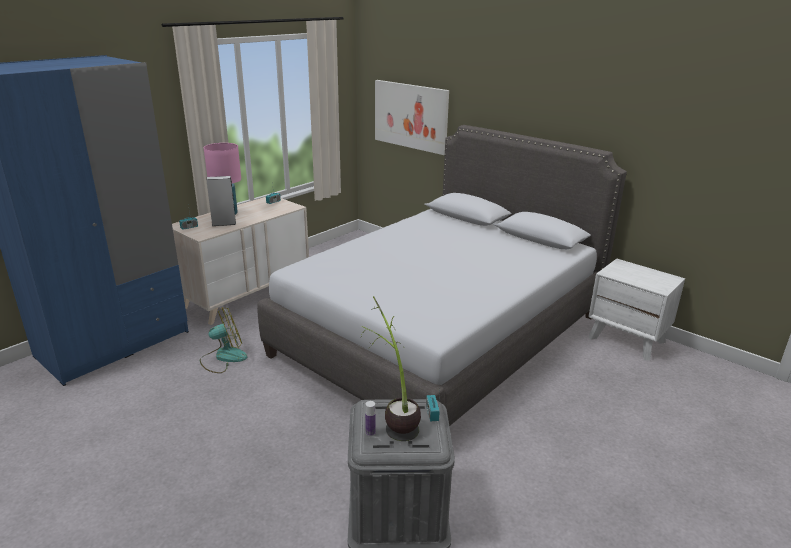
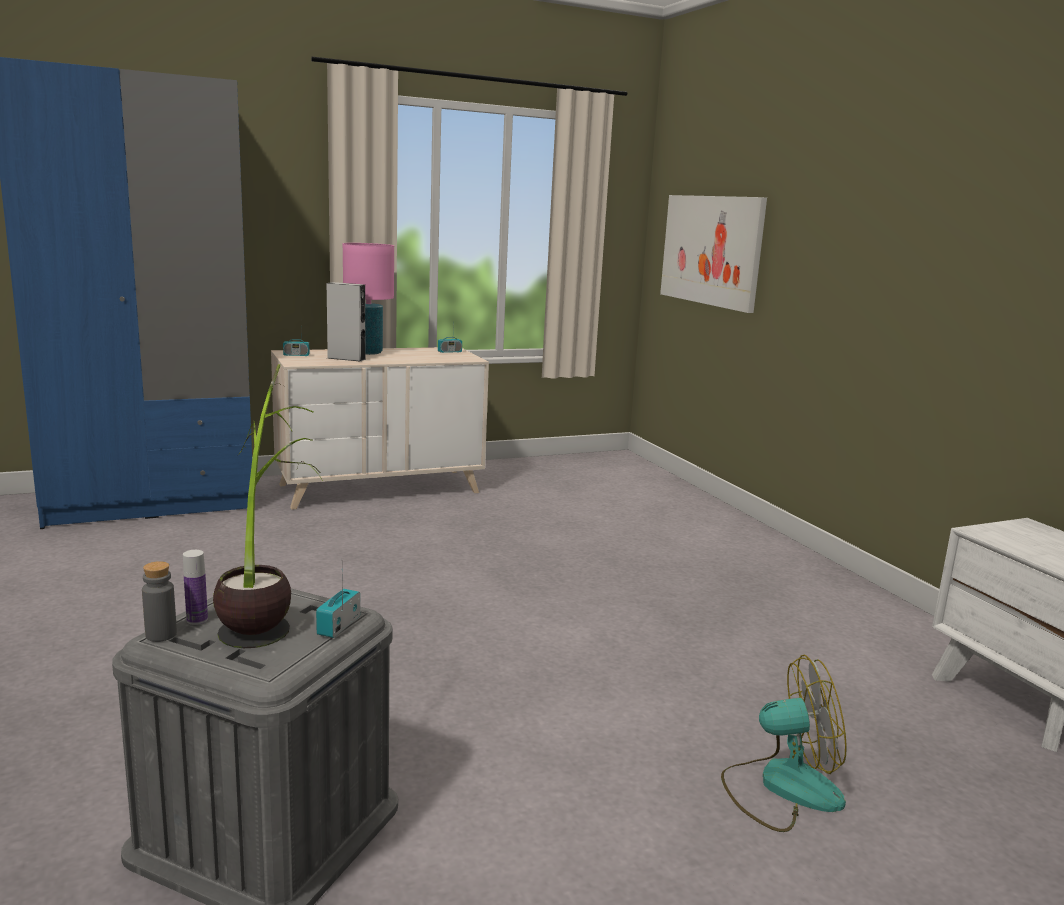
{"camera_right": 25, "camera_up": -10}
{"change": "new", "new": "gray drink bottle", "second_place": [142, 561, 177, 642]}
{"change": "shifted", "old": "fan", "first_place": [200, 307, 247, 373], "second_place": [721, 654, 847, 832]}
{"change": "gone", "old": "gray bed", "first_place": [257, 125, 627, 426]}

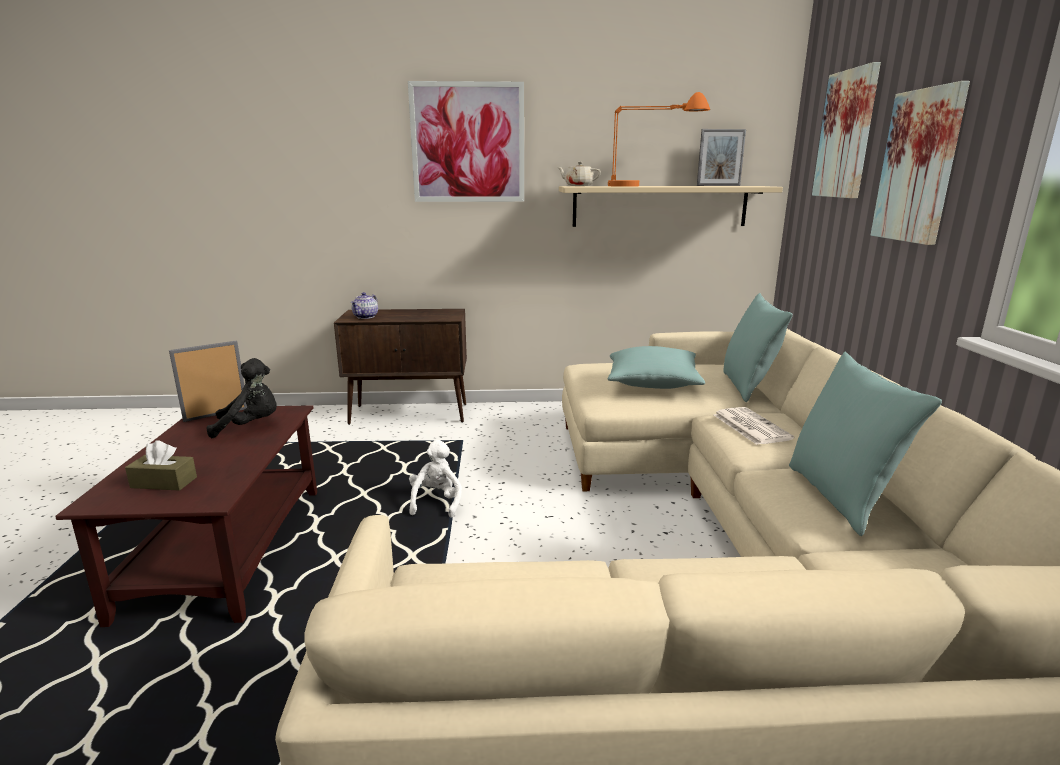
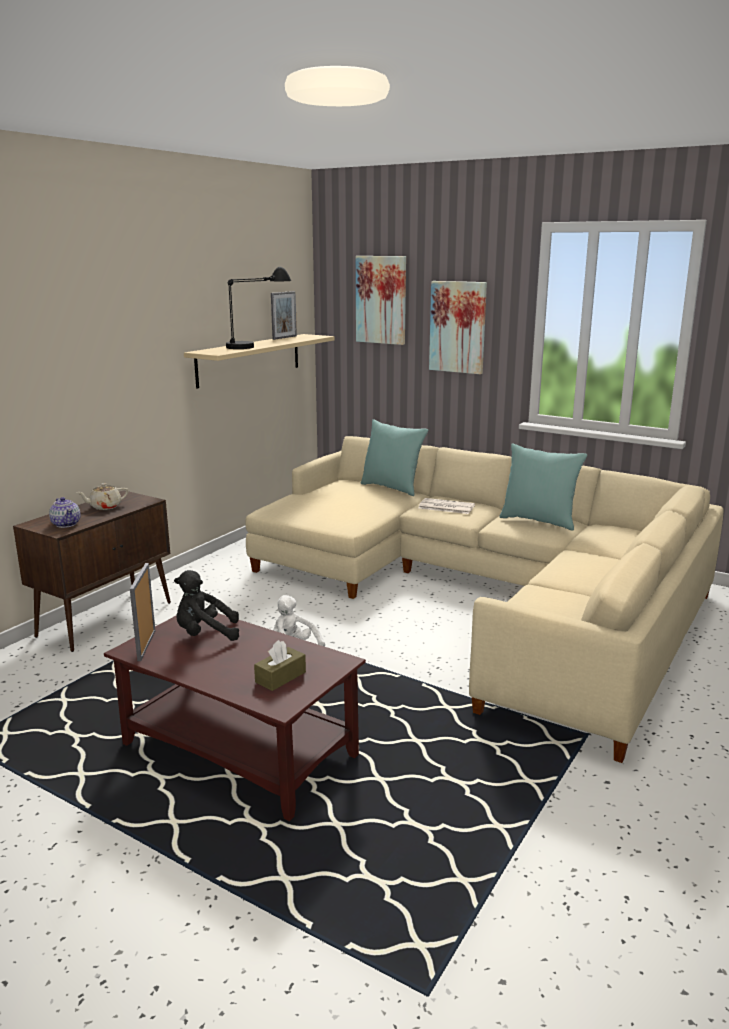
{"camera_right": -55, "camera_up": 0}
{"change": "shifted", "old": "sand-coloured pot for tea", "first_place": [557, 162, 601, 186], "second_place": [76, 483, 128, 510]}
{"change": "rotated", "old": "black-coloured soft toy", "first_place": [206, 358, 277, 438], "second_place": [174, 570, 239, 641], "degrees": -120}
{"change": "repainted", "old": "orange tabletop lamp", "new": "black-coloured tabletop lamp", "first_place": [608, 92, 710, 187], "second_place": [226, 267, 291, 349]}
{"change": "gone", "old": "picture", "first_place": [408, 81, 524, 202]}
{"change": "gone", "old": "turquoise-coloured cushion", "first_place": [608, 346, 705, 389]}

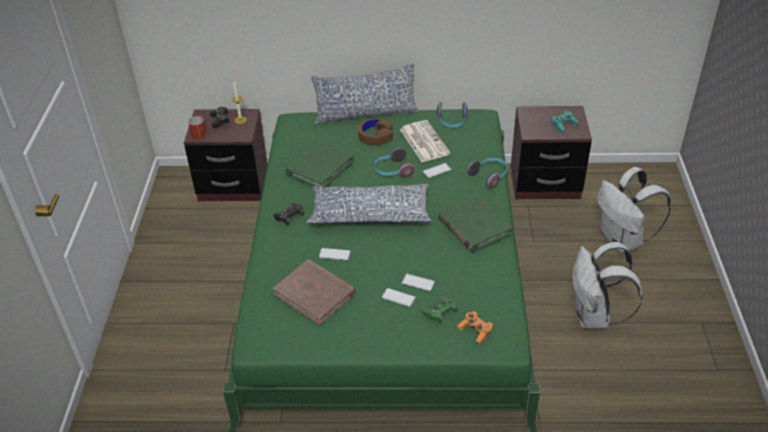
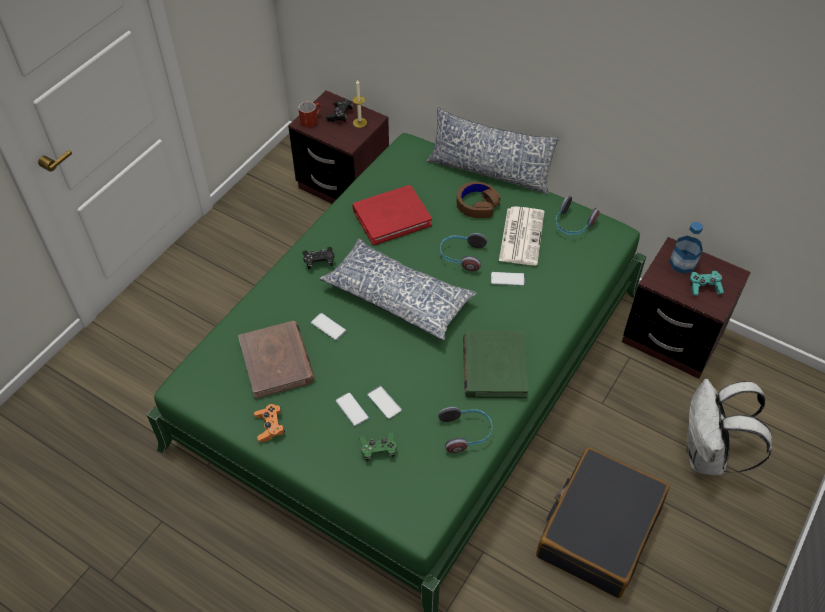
{"camera_right": 30, "camera_up": 10}
{"change": "shifted", "old": "orange gamepad", "first_place": [457, 311, 494, 344], "second_place": [254, 404, 285, 442]}
{"change": "repainted", "old": "greenish book", "new": "red-coloured book", "first_place": [285, 141, 354, 187], "second_place": [352, 185, 432, 246]}
{"change": "shifted", "old": "headset", "first_place": [467, 158, 508, 188], "second_place": [438, 407, 492, 453]}
{"change": "swapped", "old": "white knapsack", "new": "black-coloured travel case", "first_place": [572, 242, 643, 329], "second_place": [536, 447, 670, 598]}
{"change": "new", "new": "drink bottle", "second_place": [669, 222, 703, 274]}

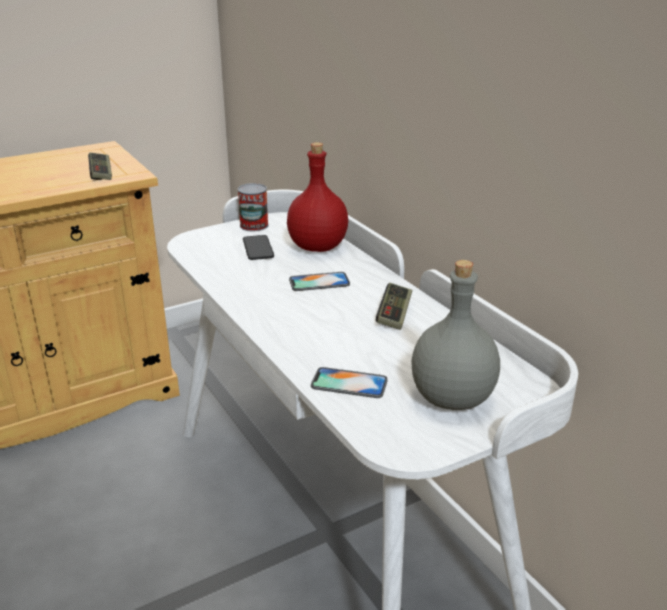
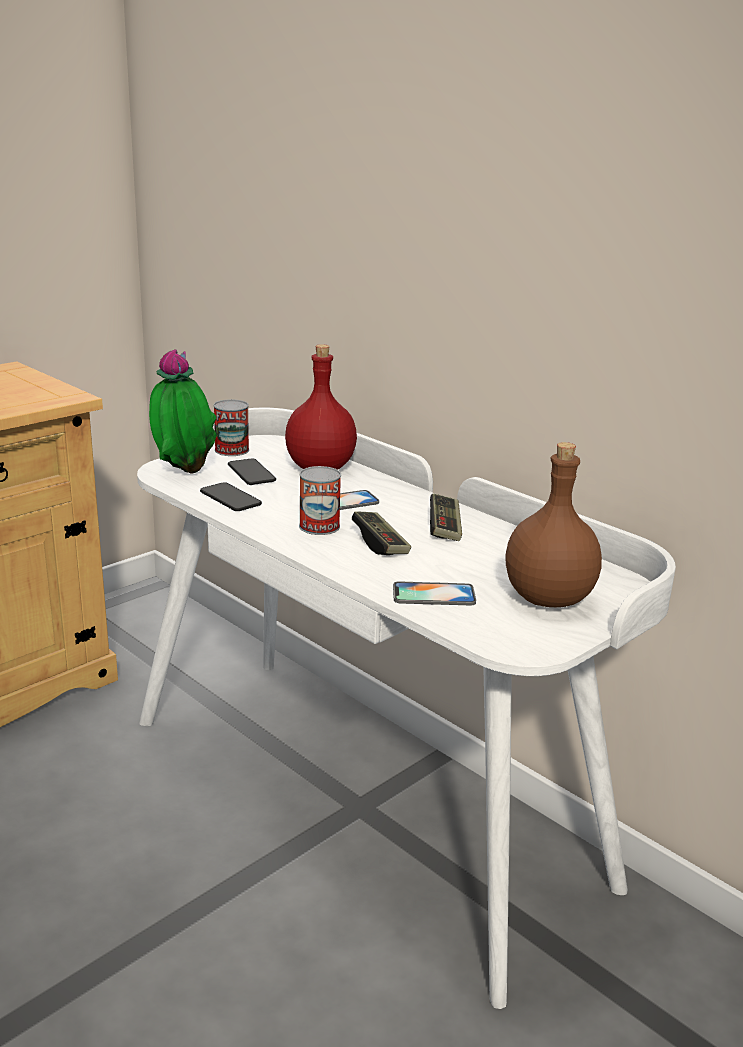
{"camera_right": -15, "camera_up": -5}
{"change": "new", "new": "plant in a pot", "second_place": [149, 349, 217, 474]}
{"change": "new", "new": "handset", "second_place": [200, 482, 262, 511]}
{"change": "new", "new": "can", "second_place": [299, 466, 341, 535]}
{"change": "shifted", "old": "gamepad", "first_place": [88, 153, 112, 180], "second_place": [352, 511, 411, 555]}
{"change": "repainted", "old": "gray drink bottle", "new": "brown drink bottle", "first_place": [411, 260, 500, 410], "second_place": [506, 442, 602, 607]}

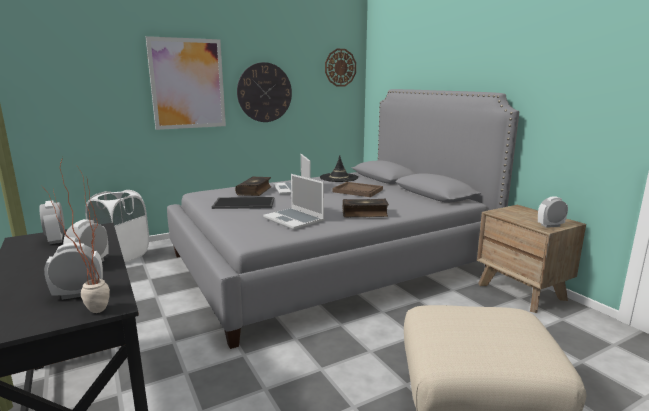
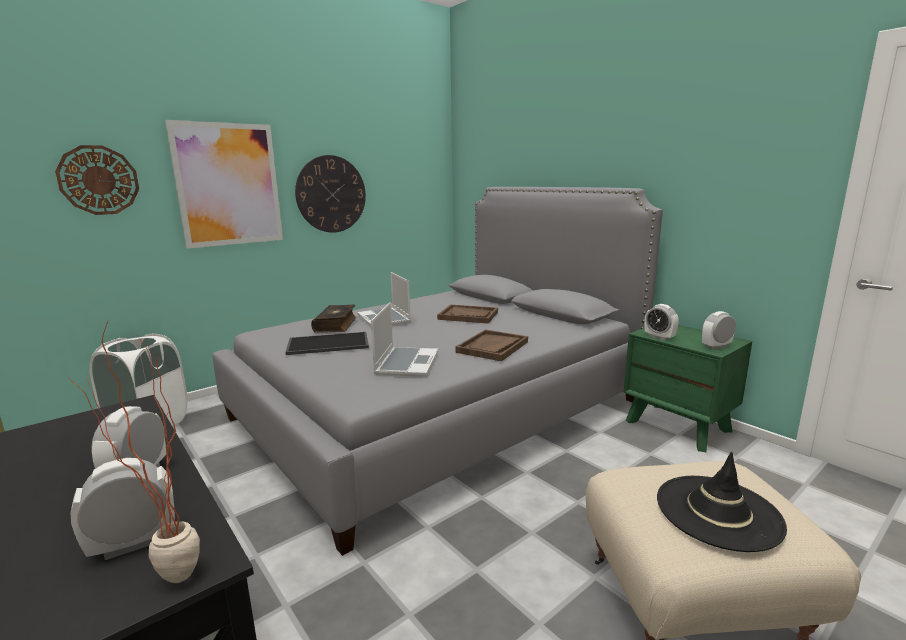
{"camera_right": -10, "camera_up": 0}
{"change": "shifted", "old": "hanging clock", "first_place": [325, 49, 356, 87], "second_place": [55, 145, 139, 215]}
{"change": "rotated", "old": "laptop", "first_place": [263, 174, 324, 230], "second_place": [371, 302, 438, 377], "degrees": -120}
{"change": "swapped", "old": "book", "new": "brown carrying tray", "first_place": [342, 199, 389, 218], "second_place": [456, 330, 528, 361]}
{"change": "repainted", "old": "brown bedside table", "new": "greenish bedside table", "first_place": [477, 205, 586, 313], "second_place": [624, 325, 752, 452]}
{"change": "shifted", "old": "table clock", "first_place": [39, 200, 65, 244], "second_place": [644, 304, 679, 341]}
{"change": "shifted", "old": "black-coloured clothing hat", "first_place": [320, 155, 358, 182], "second_place": [657, 452, 787, 552]}

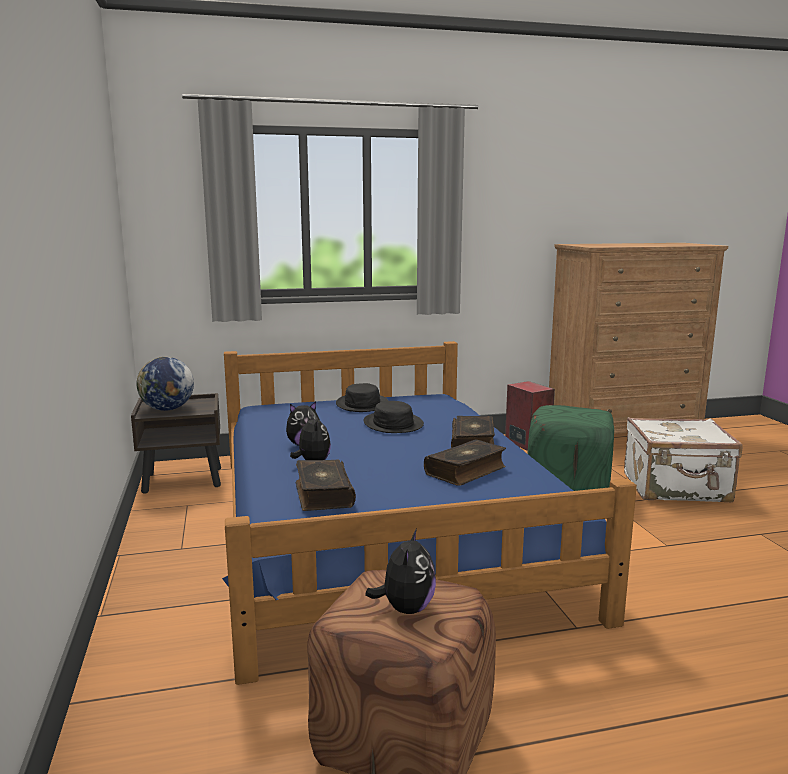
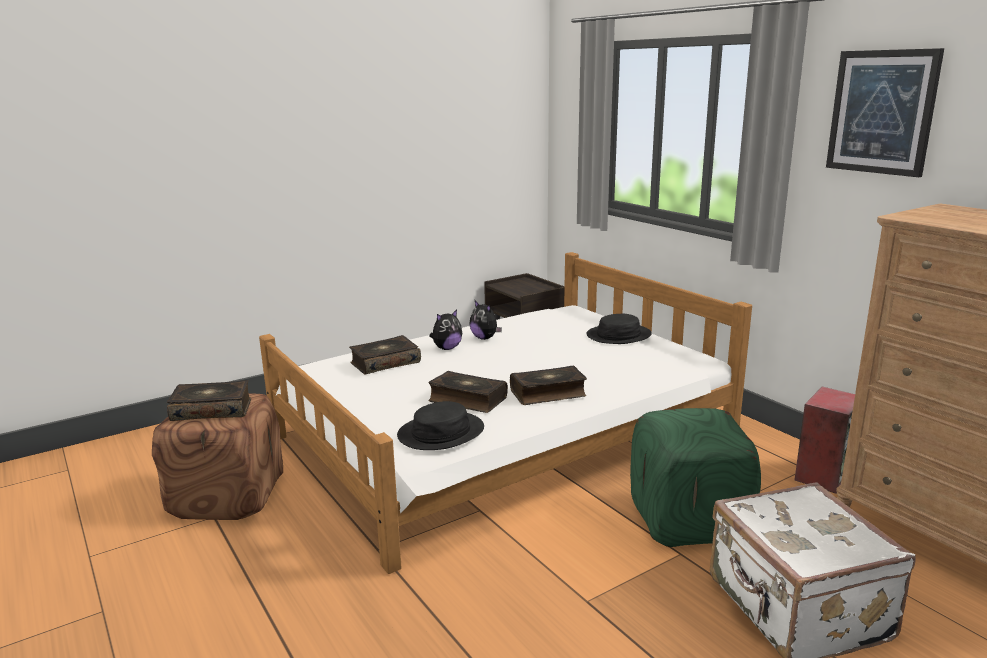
{"camera_right": 70, "camera_up": 5}
{"change": "swapped", "old": "soft toy", "new": "book", "first_place": [365, 528, 436, 614], "second_place": [167, 380, 251, 421]}
{"change": "repainted", "old": "blue-coloured bed", "new": "white bed", "first_place": [222, 341, 637, 685], "second_place": [259, 252, 752, 574]}
{"change": "shifted", "old": "black-coloured clothing hat", "first_place": [364, 401, 424, 433], "second_place": [397, 401, 484, 450]}
{"change": "new", "new": "picture", "second_place": [826, 48, 944, 177]}
{"change": "gone", "old": "globe", "first_place": [136, 357, 194, 411]}

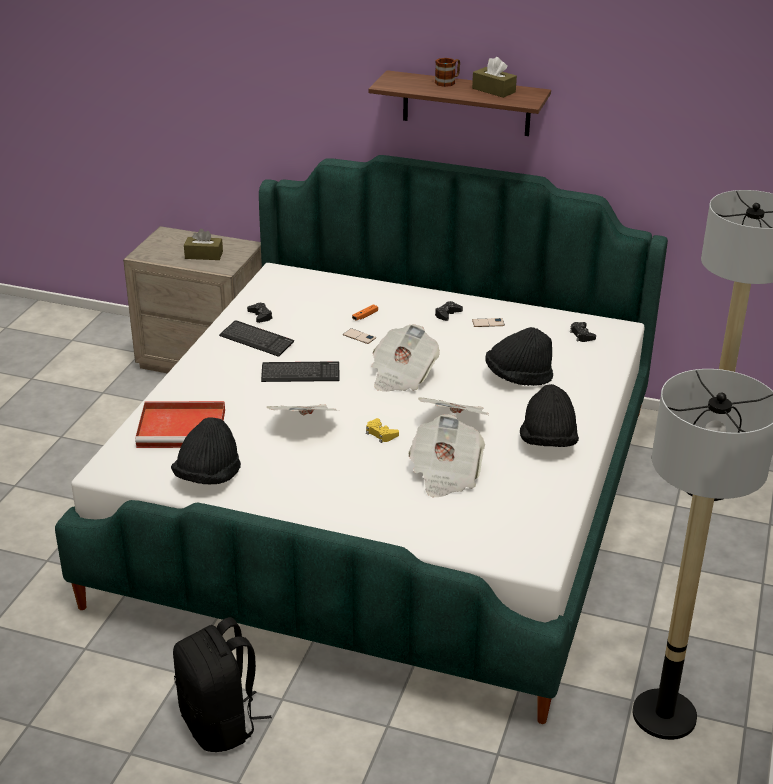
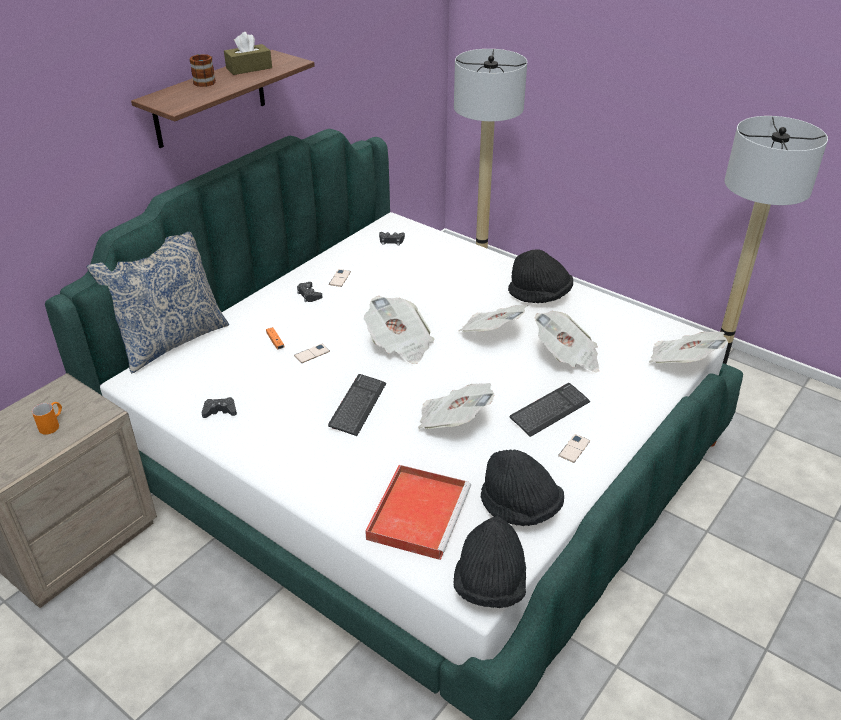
{"camera_right": -70, "camera_up": 5}
{"change": "swapped", "old": "brown box of tissues", "new": "orange tea mug", "first_place": [184, 229, 223, 260], "second_place": [32, 402, 62, 435]}
{"change": "new", "new": "cushion", "second_place": [87, 232, 229, 373]}
{"change": "shifted", "old": "black-coloured clothing hat", "first_place": [485, 327, 553, 386], "second_place": [454, 516, 526, 608]}
{"change": "shifted", "old": "computer keyboard", "first_place": [219, 320, 294, 357], "second_place": [510, 383, 590, 437]}
{"change": "new", "new": "handset", "second_place": [558, 434, 590, 463]}
{"change": "new", "new": "printed paper", "second_place": [649, 332, 727, 363]}
{"change": "gone", "old": "black-coloured knapsack", "first_place": [173, 617, 272, 752]}
{"change": "gone", "old": "yellow gamepad", "first_place": [366, 418, 399, 443]}

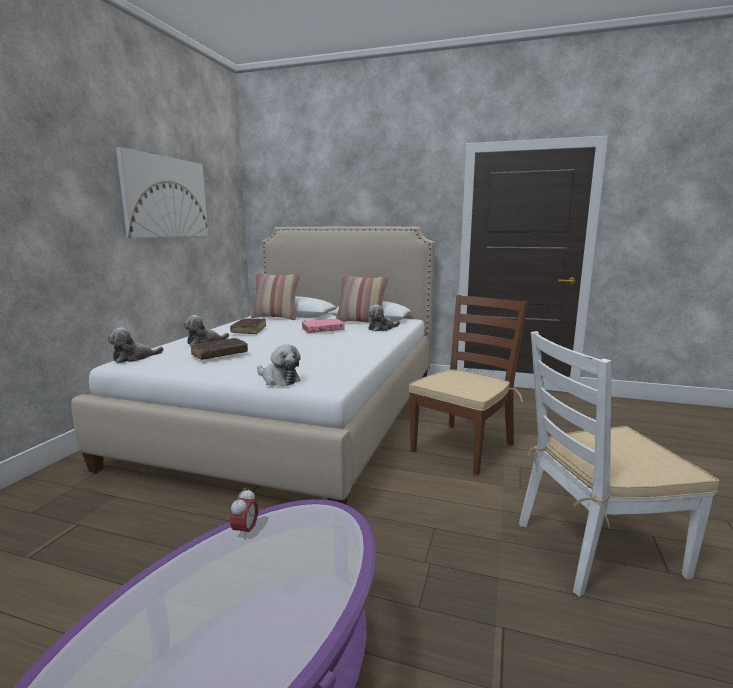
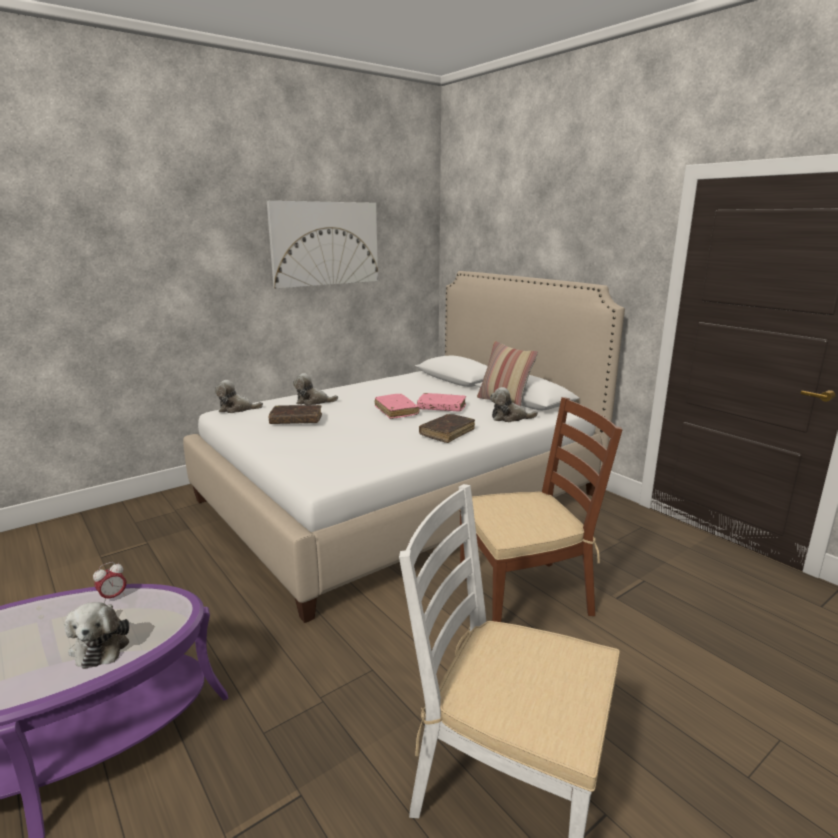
{"camera_right": 35, "camera_up": 5}
{"change": "shifted", "old": "soft toy", "first_place": [257, 344, 301, 386], "second_place": [65, 602, 129, 669]}
{"change": "new", "new": "pinkish book", "second_place": [375, 394, 420, 419]}
{"change": "shifted", "old": "brown book", "first_place": [230, 318, 266, 334], "second_place": [419, 414, 475, 443]}
{"change": "gone", "old": "cushion", "first_place": [251, 273, 300, 320]}

